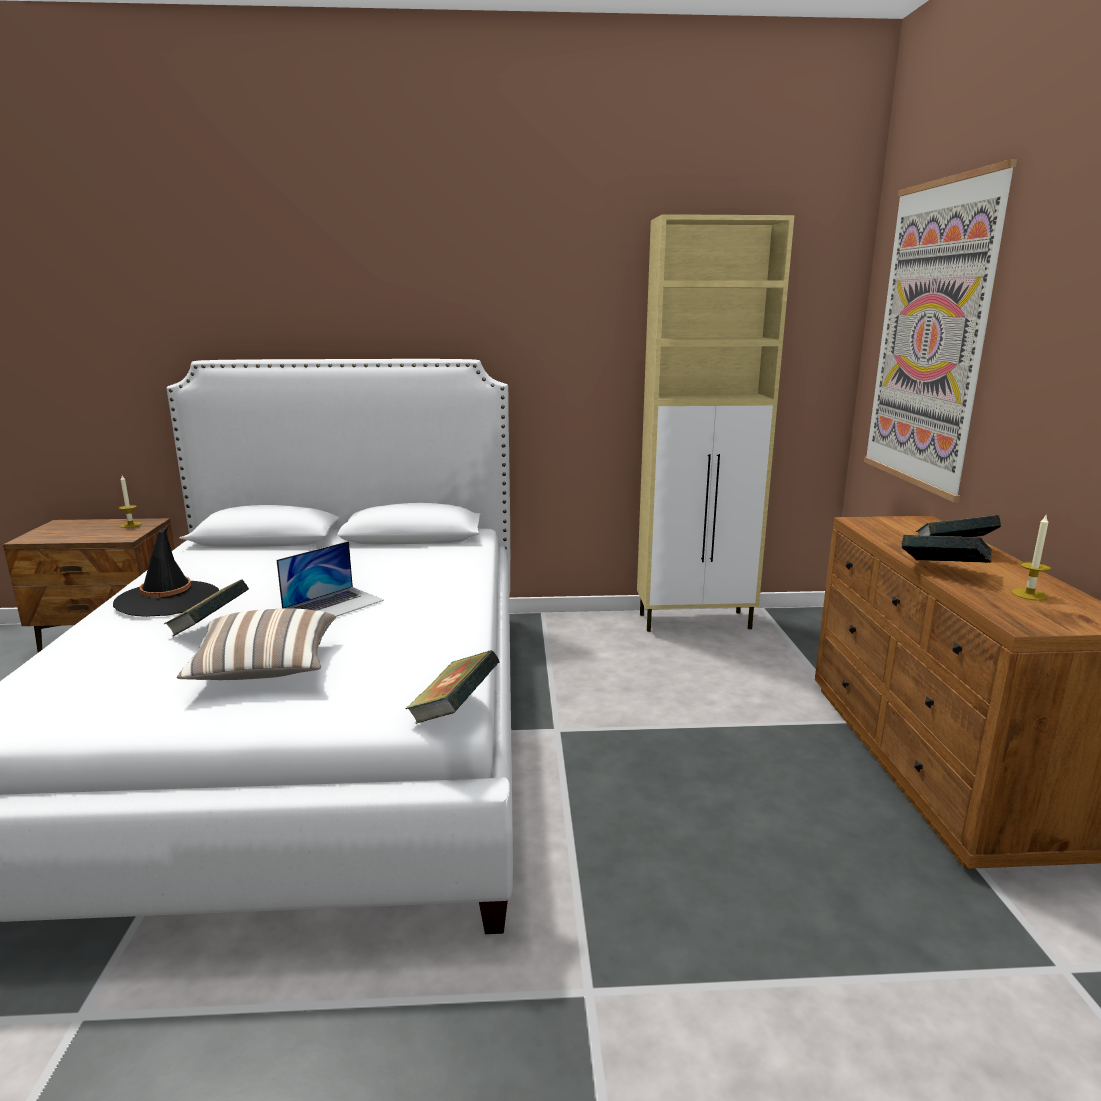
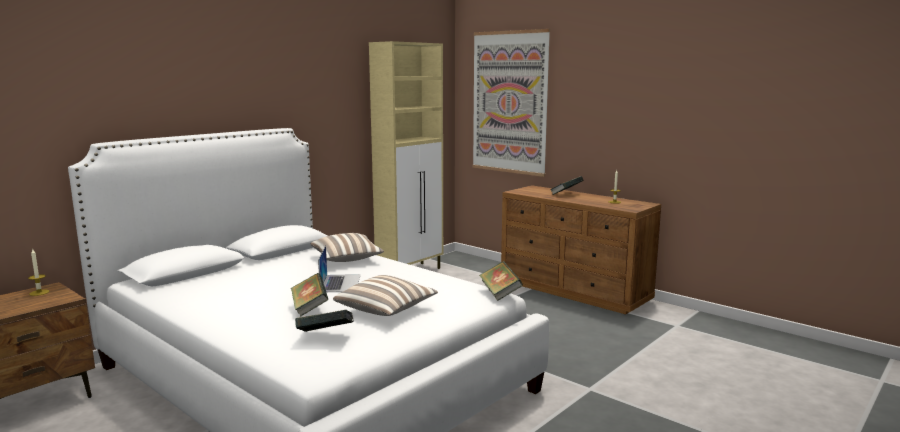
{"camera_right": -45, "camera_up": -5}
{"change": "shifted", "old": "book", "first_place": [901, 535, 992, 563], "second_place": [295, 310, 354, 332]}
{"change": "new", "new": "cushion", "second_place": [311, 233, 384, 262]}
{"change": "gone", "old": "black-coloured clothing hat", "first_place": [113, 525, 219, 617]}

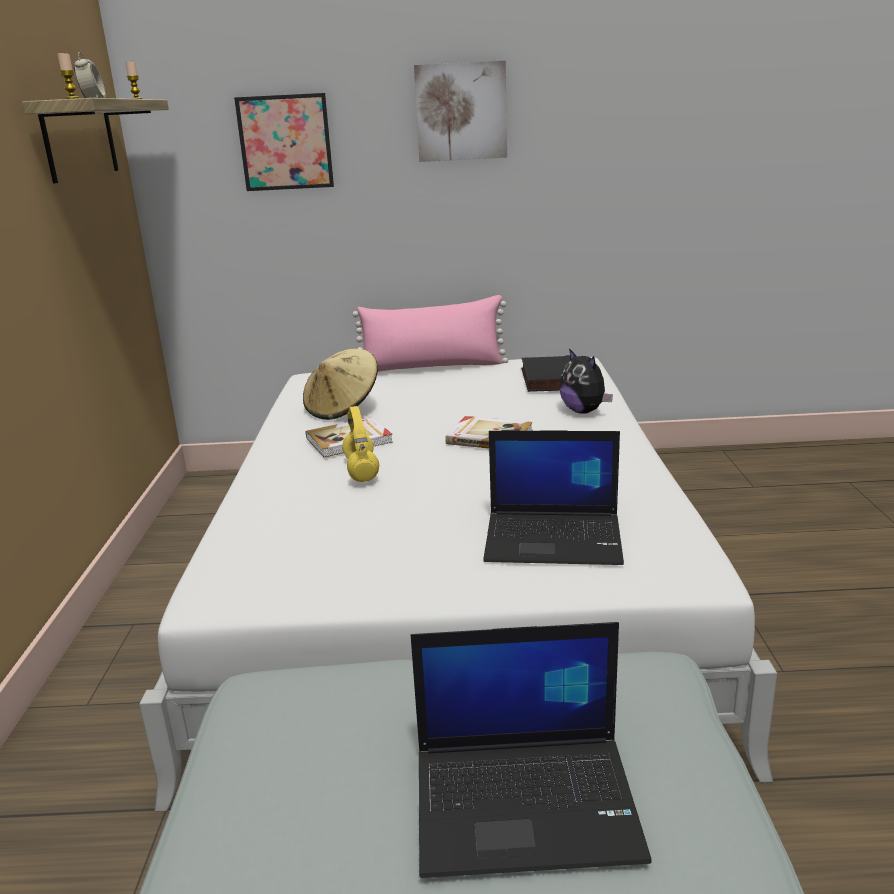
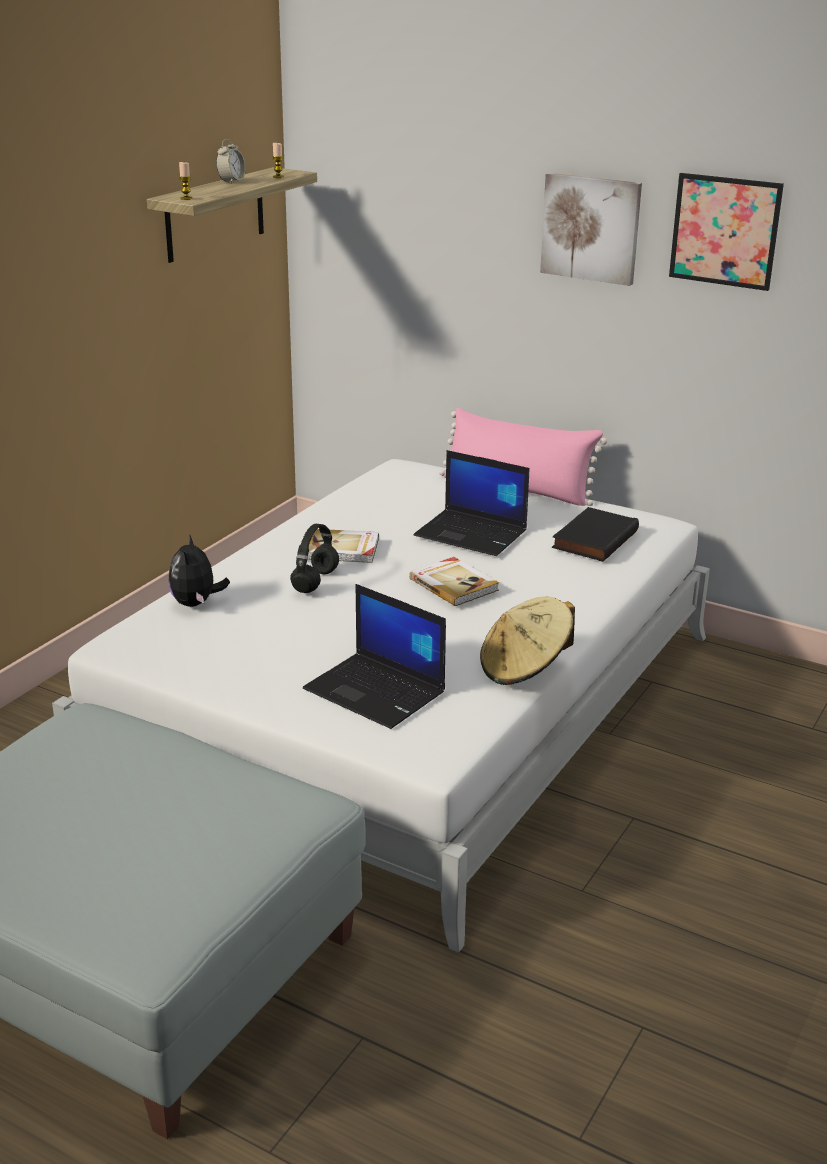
{"camera_right": 30, "camera_up": 5}
{"change": "shifted", "old": "soft toy", "first_place": [559, 348, 613, 414], "second_place": [169, 534, 230, 607]}
{"change": "repainted", "old": "yellow headset", "new": "black-coloured headset", "first_place": [342, 406, 379, 482], "second_place": [290, 524, 339, 593]}
{"change": "shifted", "old": "laptop", "first_place": [411, 622, 652, 878], "second_place": [414, 450, 529, 556]}
{"change": "shifted", "old": "sand-coloured clothing hat", "first_place": [303, 349, 378, 420], "second_place": [480, 596, 575, 685]}
{"change": "shifted", "old": "picture", "first_place": [234, 93, 334, 191], "second_place": [669, 173, 784, 291]}

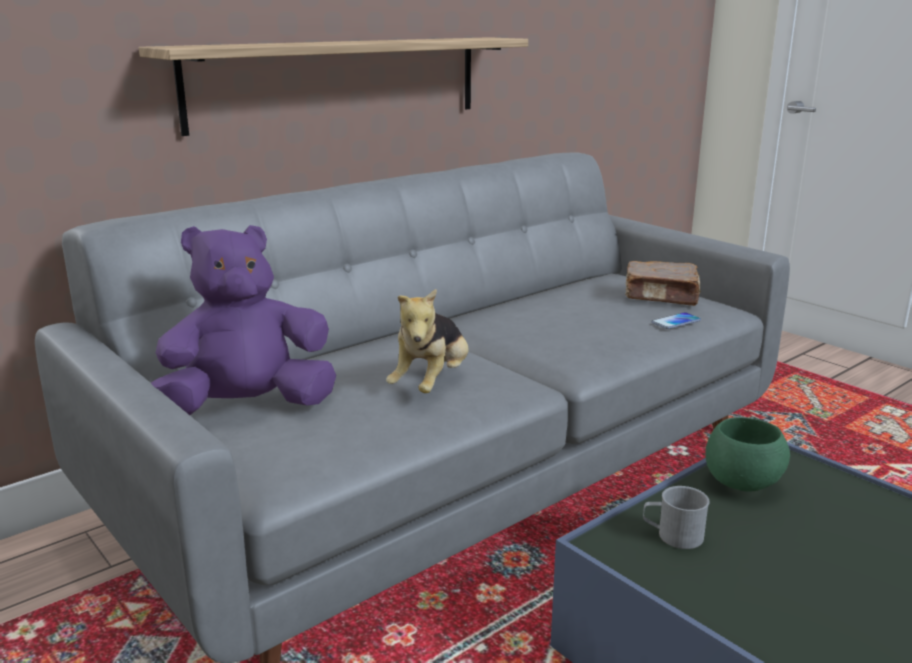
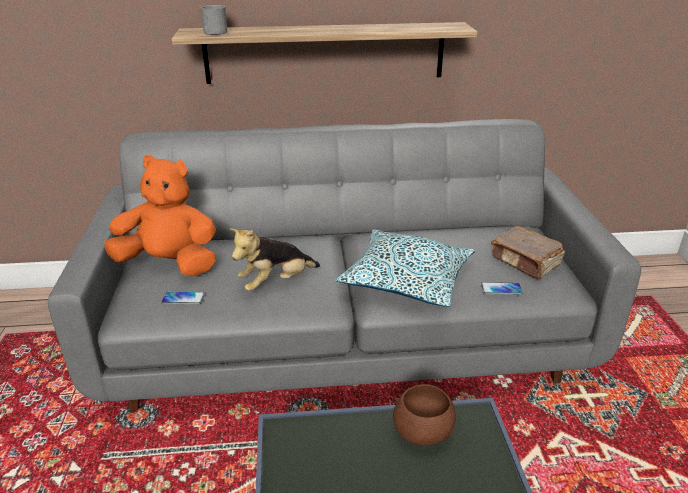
{"camera_right": 35, "camera_up": 10}
{"change": "repainted", "old": "purplish soft toy", "new": "orange soft toy", "first_place": [151, 225, 336, 415], "second_place": [104, 154, 216, 276]}
{"change": "new", "new": "handset", "second_place": [161, 292, 205, 304]}
{"change": "shifted", "old": "gray tea mug", "first_place": [643, 486, 710, 549], "second_place": [200, 5, 228, 35]}
{"change": "new", "new": "cushion", "second_place": [335, 229, 475, 307]}
{"change": "repainted", "old": "greenish serving bowl", "new": "brown serving bowl", "first_place": [705, 417, 790, 491], "second_place": [393, 384, 456, 446]}

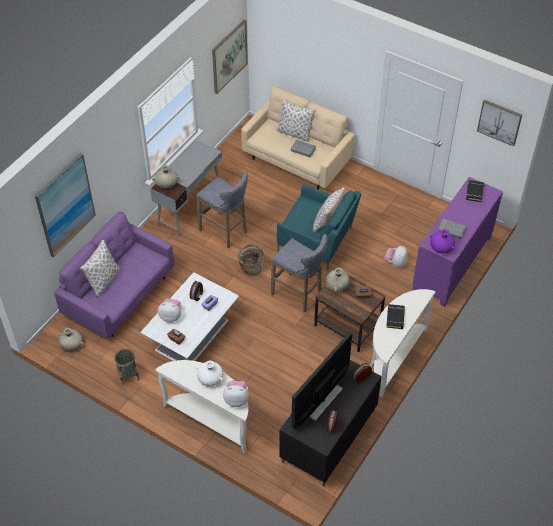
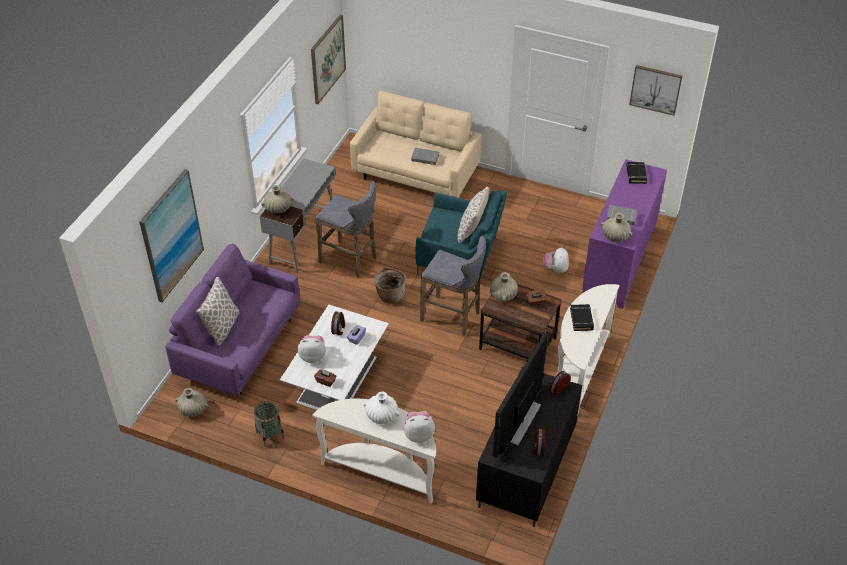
{"camera_right": -10, "camera_up": -5}
{"change": "repainted", "old": "purplish flower vase", "new": "sand-coloured flower vase", "first_place": [430, 229, 455, 254], "second_place": [601, 213, 632, 242]}
{"change": "gone", "old": "cushion", "first_place": [276, 99, 315, 142]}

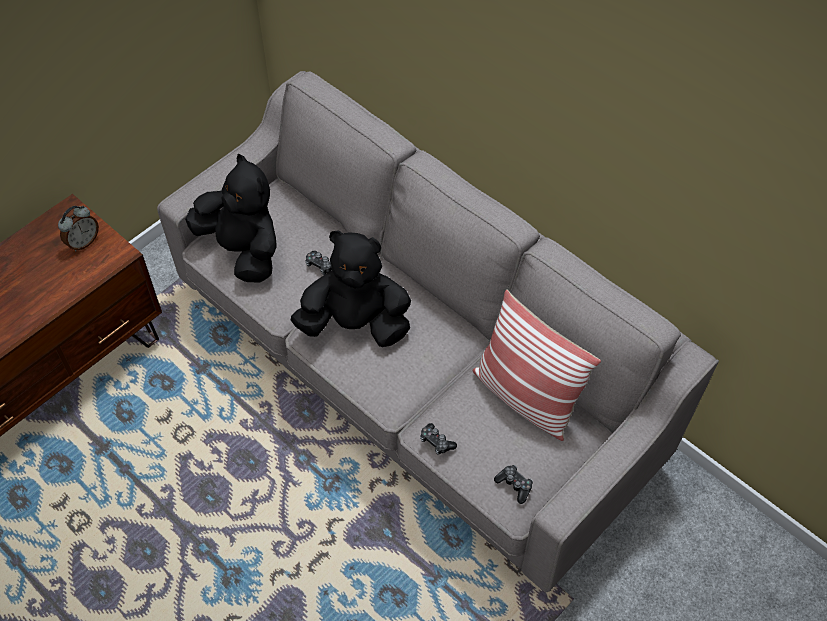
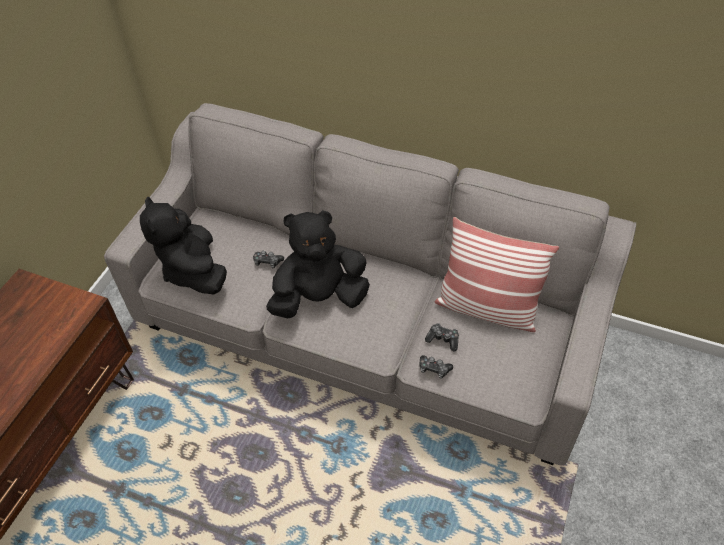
{"camera_right": -20, "camera_up": -5}
{"change": "rotated", "old": "black-coloured soft toy", "first_place": [185, 154, 277, 283], "second_place": [140, 197, 227, 294], "degrees": -135}
{"change": "shifted", "old": "gamepad", "first_place": [494, 465, 533, 504], "second_place": [425, 323, 459, 352]}
{"change": "gone", "old": "table clock", "first_place": [58, 206, 99, 251]}

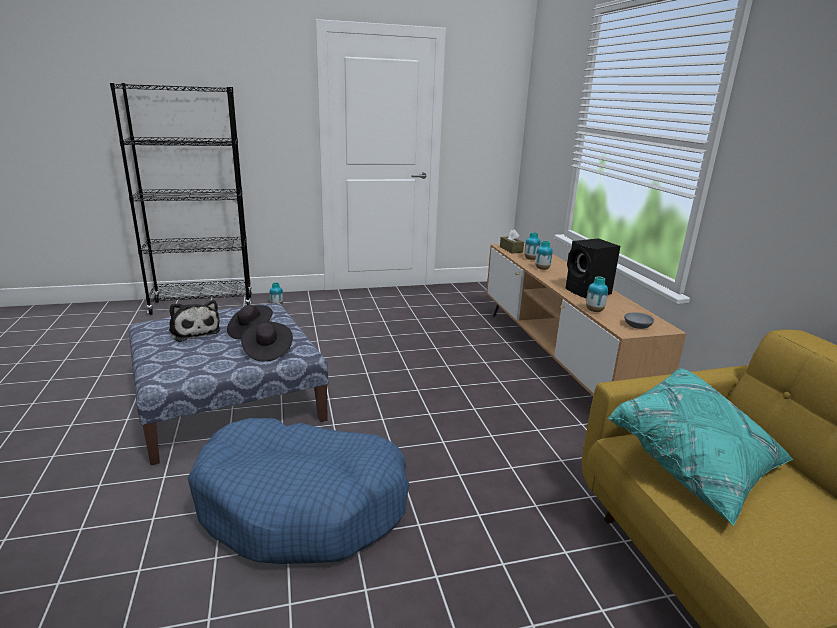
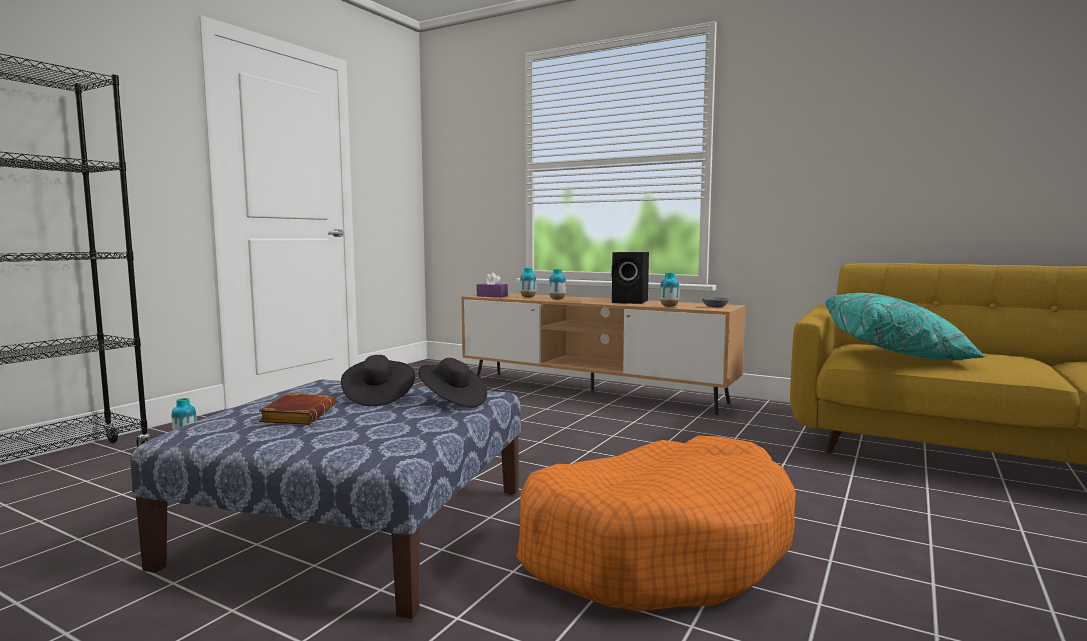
{"camera_right": -45, "camera_up": -15}
{"change": "swapped", "old": "soft toy", "new": "brown book", "first_place": [169, 300, 221, 342], "second_place": [259, 393, 335, 425]}
{"change": "repainted", "old": "brown box of tissues", "new": "purplish box of tissues", "first_place": [500, 229, 524, 254], "second_place": [477, 272, 508, 297]}
{"change": "repainted", "old": "blue-coloured dog bed", "new": "orange dog bed", "first_place": [188, 418, 410, 564], "second_place": [516, 436, 796, 611]}

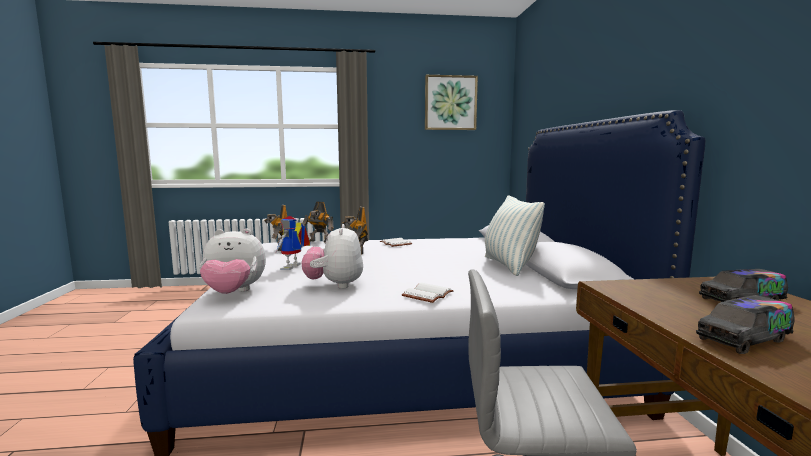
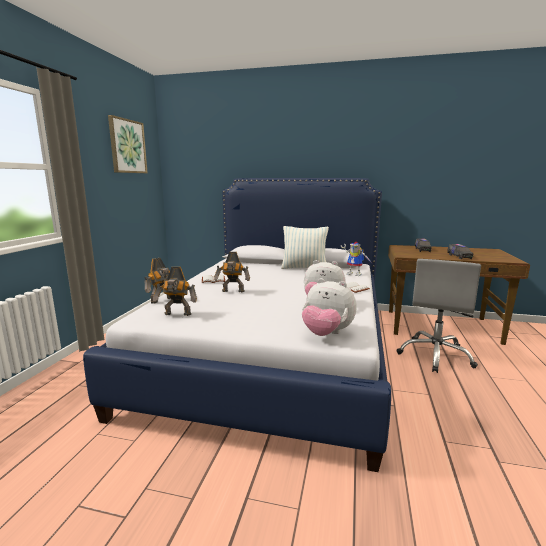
{"camera_right": -70, "camera_up": 5}
{"change": "rotated", "old": "soft toy", "first_place": [200, 229, 266, 294], "second_place": [302, 278, 357, 336], "degrees": 105}
{"change": "shifted", "old": "model robot", "first_place": [276, 216, 310, 270], "second_place": [341, 242, 372, 276]}

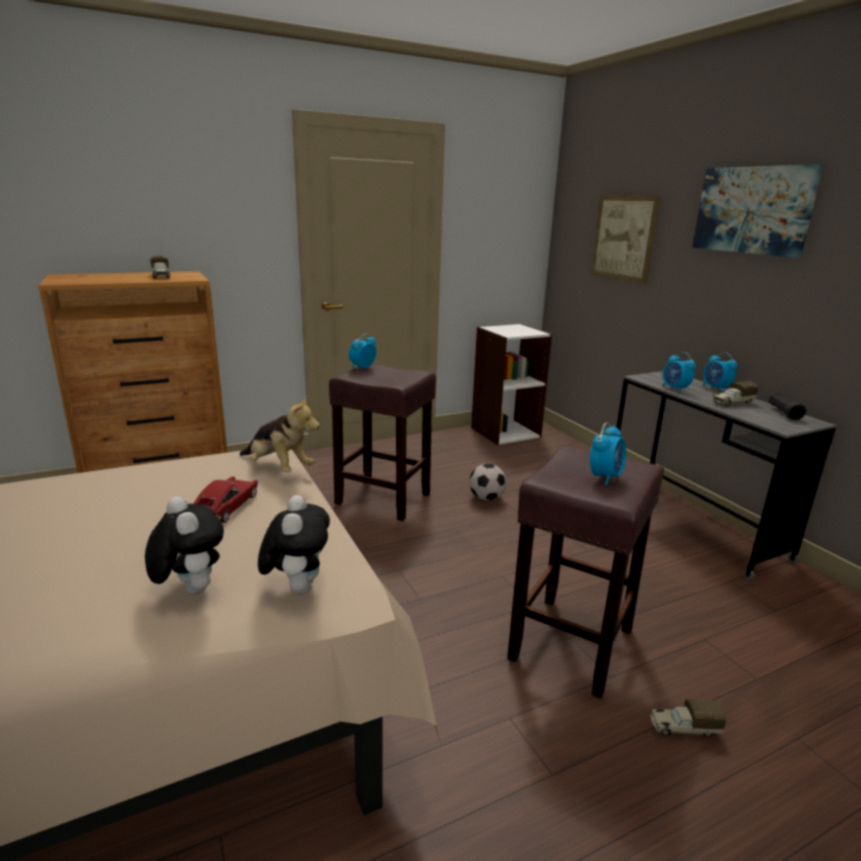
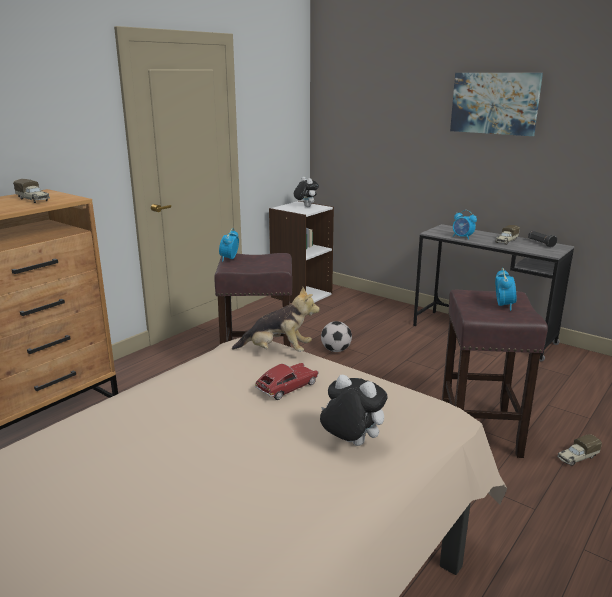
{"camera_right": -25, "camera_up": 0}
{"change": "rotated", "old": "miniature car", "first_place": [193, 476, 258, 523], "second_place": [255, 363, 319, 400], "degrees": 60}
{"change": "shifted", "old": "soft toy", "first_place": [258, 495, 330, 594], "second_place": [294, 177, 319, 207]}
{"change": "gone", "old": "picture", "first_place": [590, 195, 661, 284]}
{"change": "gone", "old": "table clock", "first_place": [703, 352, 738, 392]}

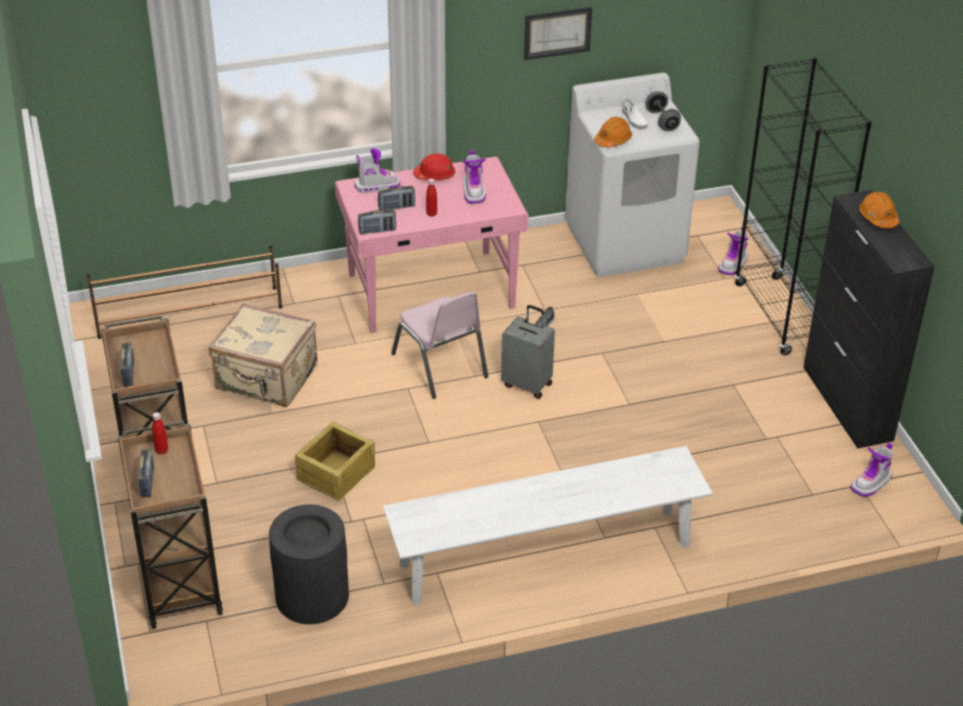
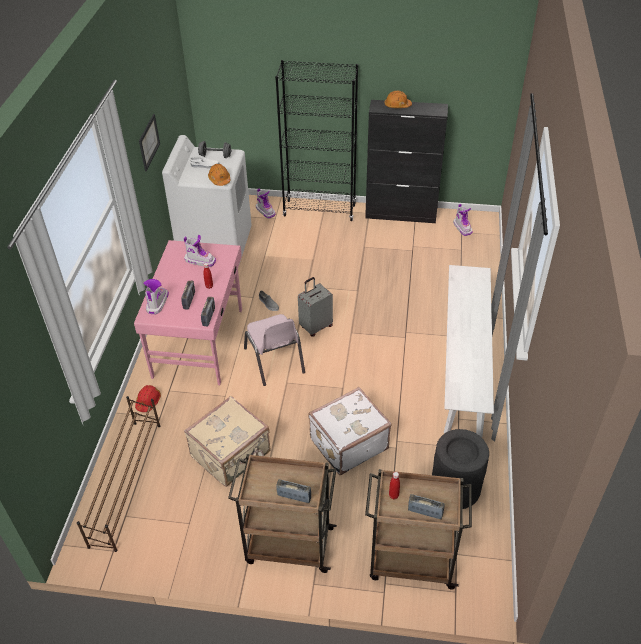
{"camera_right": -65, "camera_up": 5}
{"change": "shifted", "old": "red-coloured work helmet", "first_place": [413, 153, 455, 180], "second_place": [135, 385, 161, 412]}
{"change": "rotated", "old": "pinkish chair", "first_place": [391, 292, 488, 399], "second_place": [244, 314, 305, 386], "degrees": 75}
{"change": "swapped", "old": "shipping crate", "new": "white travel case", "first_place": [295, 421, 375, 501], "second_place": [309, 387, 392, 475]}

